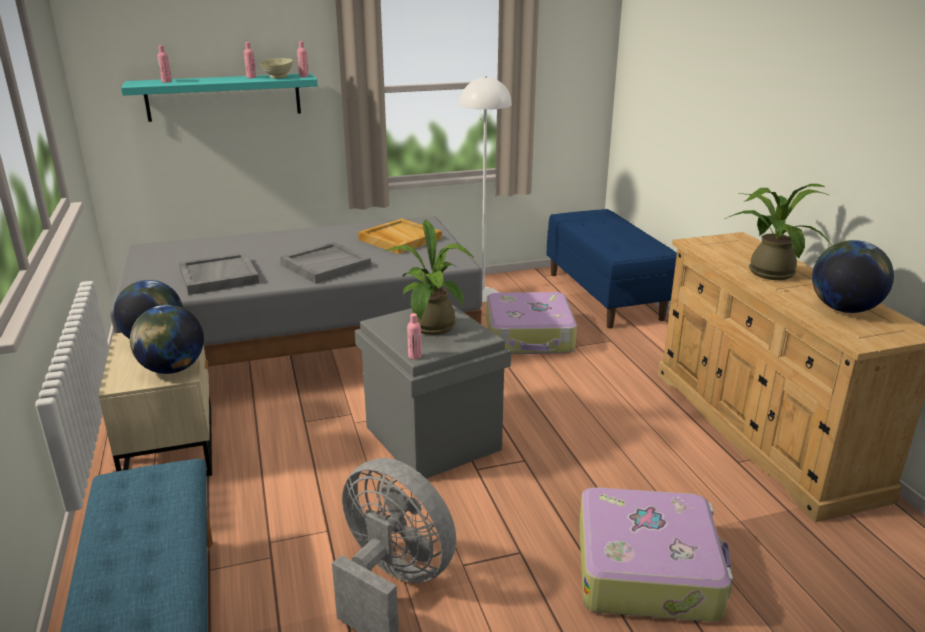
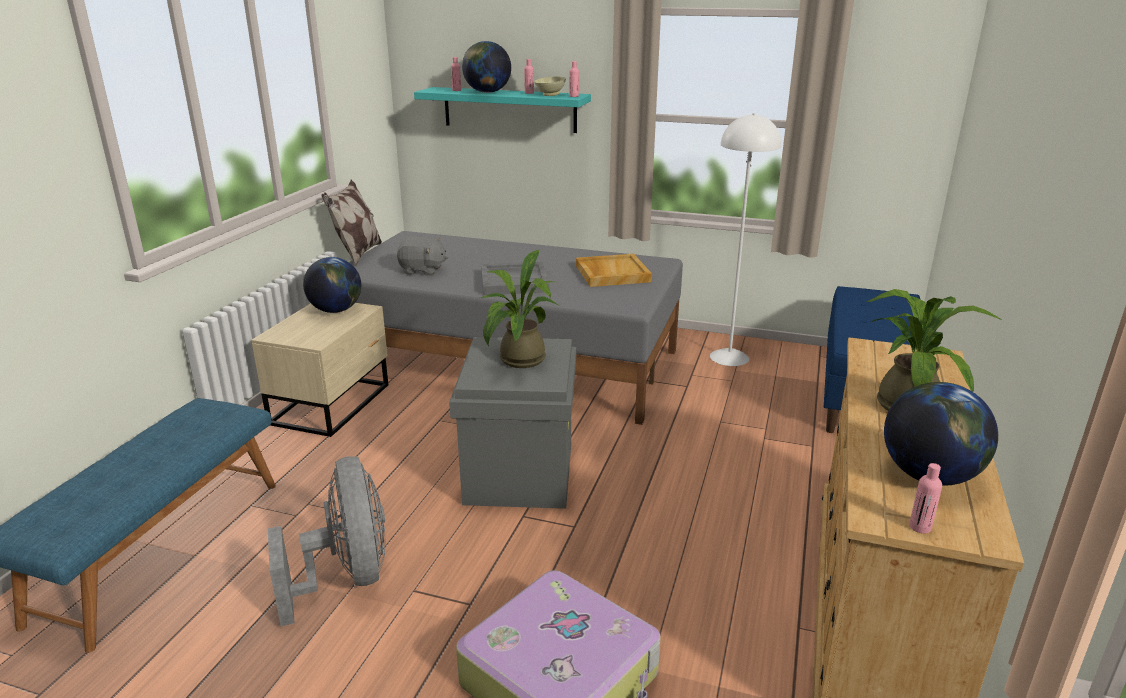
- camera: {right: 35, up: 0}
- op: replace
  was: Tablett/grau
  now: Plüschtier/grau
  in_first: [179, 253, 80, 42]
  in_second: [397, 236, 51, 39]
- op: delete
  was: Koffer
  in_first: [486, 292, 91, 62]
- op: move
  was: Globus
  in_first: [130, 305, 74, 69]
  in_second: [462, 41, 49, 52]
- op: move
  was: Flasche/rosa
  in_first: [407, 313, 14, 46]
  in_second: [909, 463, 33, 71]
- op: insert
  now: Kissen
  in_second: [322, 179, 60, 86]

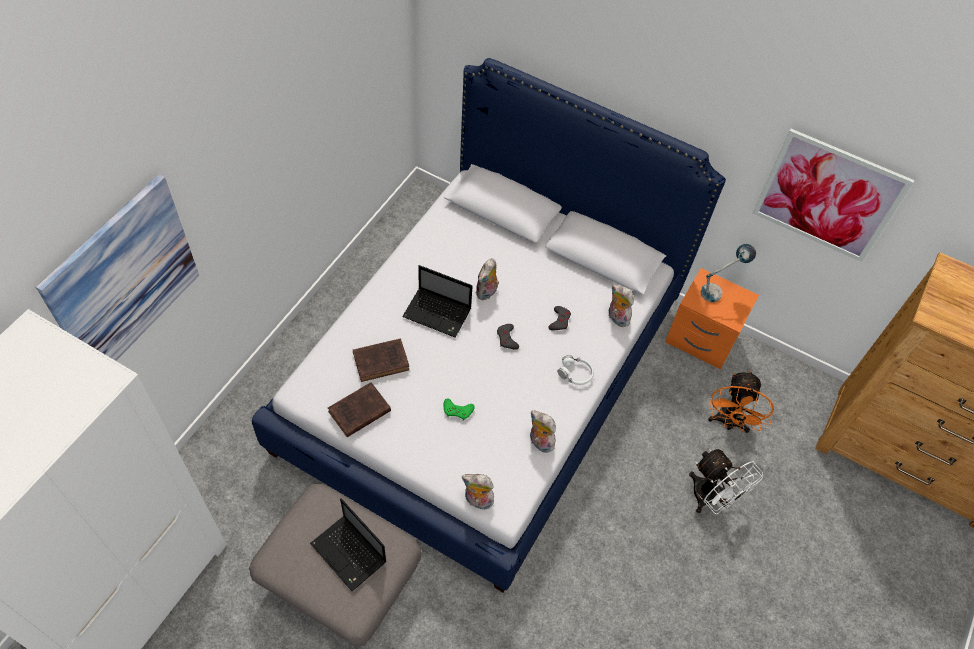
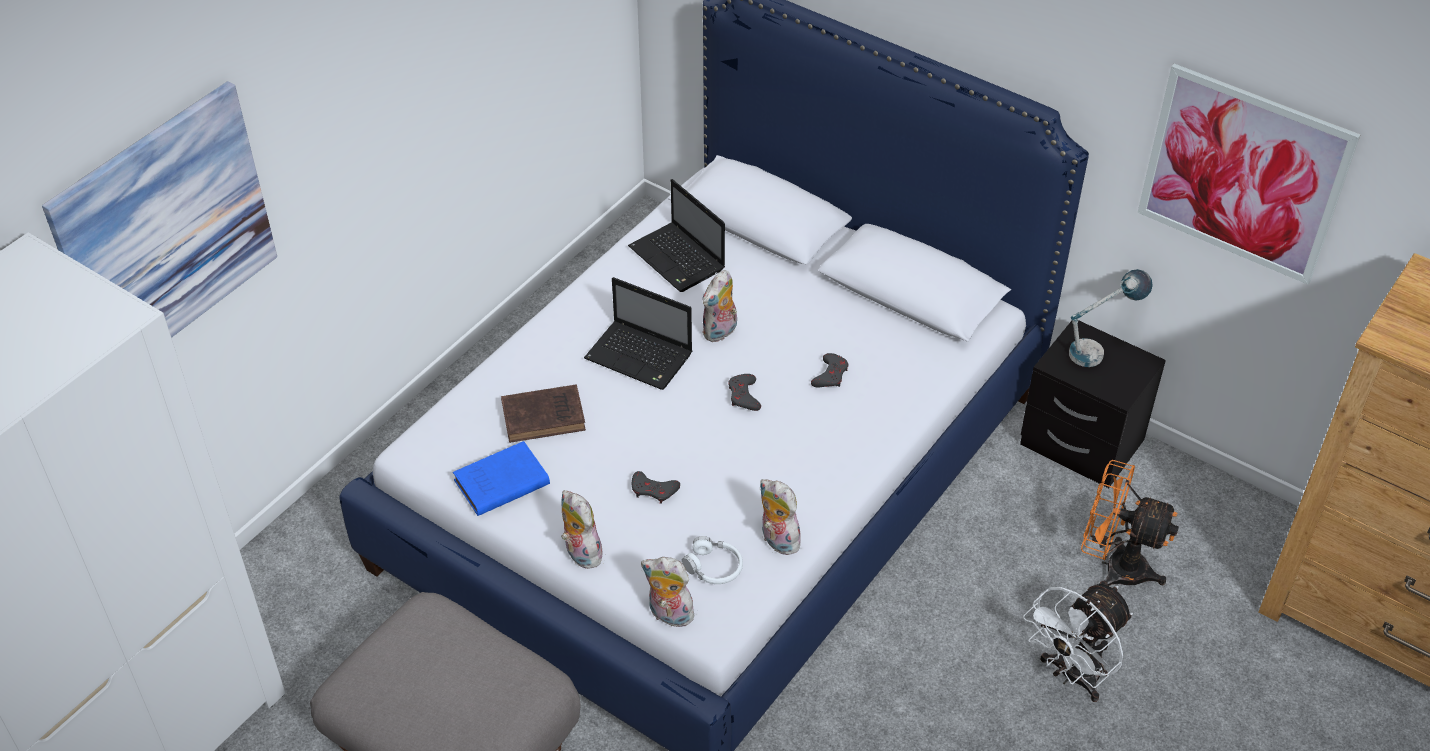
- camera: {right: 10, up: -10}
- op: recolor
  was: Nachttisch/orange
  now: Nachttisch/schwarz
  in_first: [665, 268, 94, 102]
  in_second: [1020, 320, 146, 168]
- op: move
  was: Plüschtier
  in_first: [609, 284, 25, 43]
  in_second: [561, 490, 44, 79]
- op: move
  was: Kopfhörer/weiß
  in_first: [558, 355, 36, 30]
  in_second: [682, 536, 61, 48]
- op: rotate
  was: Ventilator/orange
  in_first: [708, 371, 66, 62]
  in_second: [1081, 460, 98, 126]
  clockwise: 90
- op: recolor
  was: Buch/braun
  now: Buch/blau
  in_first: [328, 382, 63, 55]
  in_second: [453, 441, 97, 75]
- op: recolor
  was: Gamepad/grün
  now: Gamepad/grau
  in_first: [444, 398, 31, 23]
  in_second: [632, 471, 48, 33]
- op: rotate
  was: Ventilator/weiß
  in_first: [689, 449, 74, 65]
  in_second: [1023, 584, 110, 118]
  clockwise: 75
- op: move
  was: Laptop
  in_first: [310, 499, 76, 92]
  in_second: [628, 179, 97, 113]

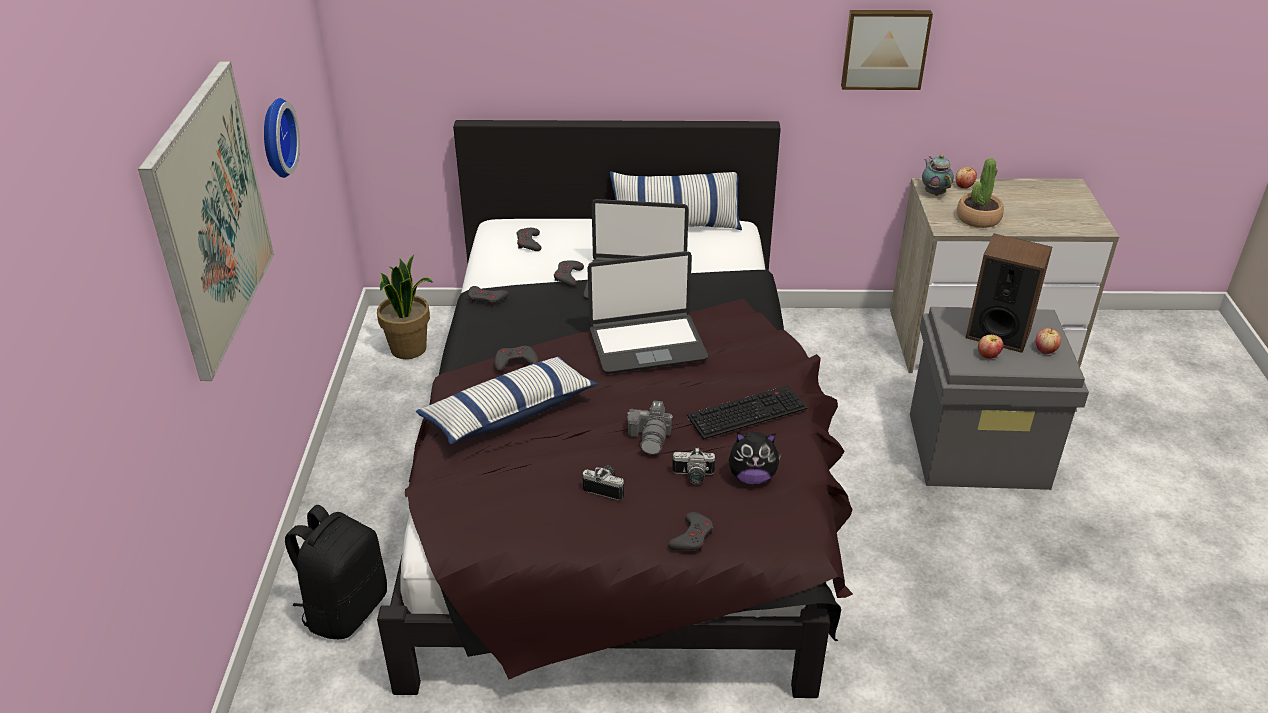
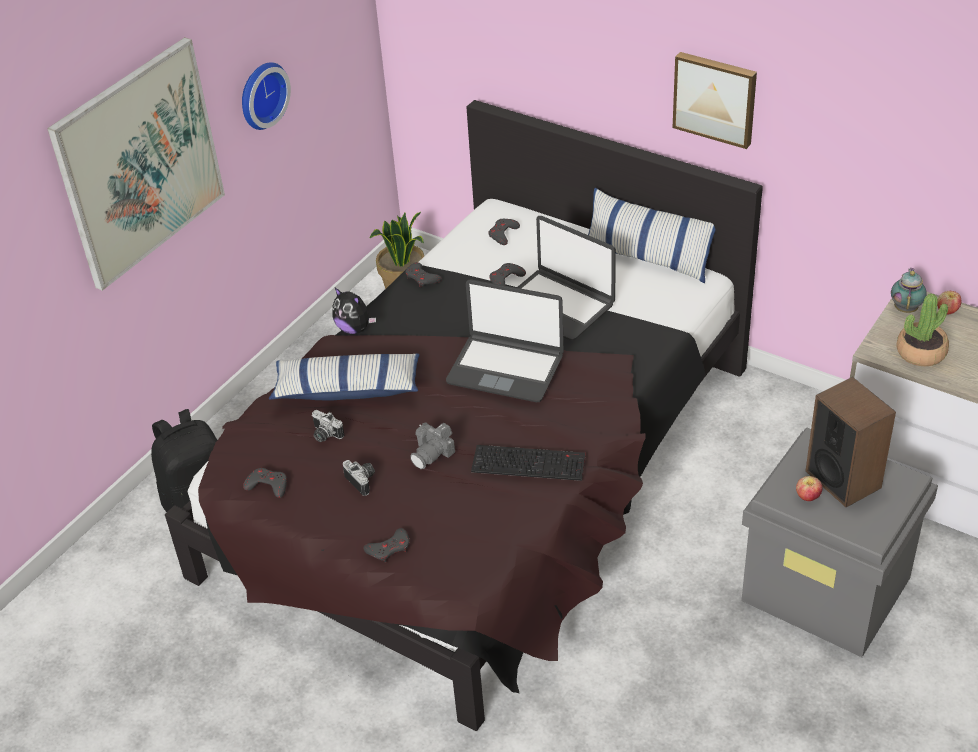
- camera: {right: 35, up: 5}
- op: move
  was: Bild
  in_first: [841, 10, 92, 80]
  in_second: [672, 52, 85, 97]
- op: delete
  was: Apfel
  in_first: [1036, 328, 25, 26]
- op: move
  was: Gamepad/grau
  in_first: [494, 346, 45, 25]
  in_second: [243, 468, 44, 30]
- op: move
  was: Plüschtier
  in_first: [729, 432, 53, 52]
  in_second: [332, 288, 44, 46]
- op: move
  was: Kamera
  in_first: [672, 448, 43, 37]
  in_second: [311, 410, 33, 32]

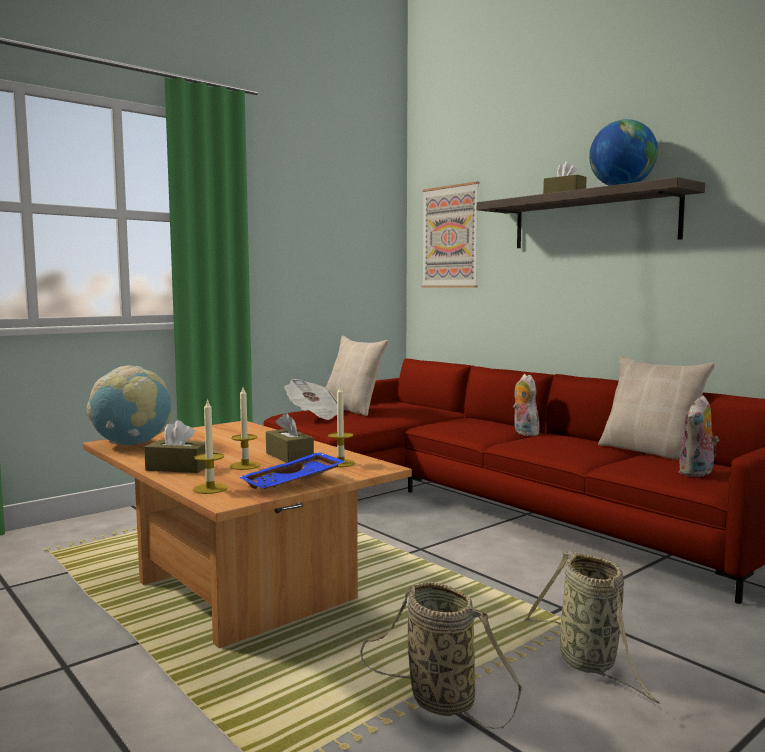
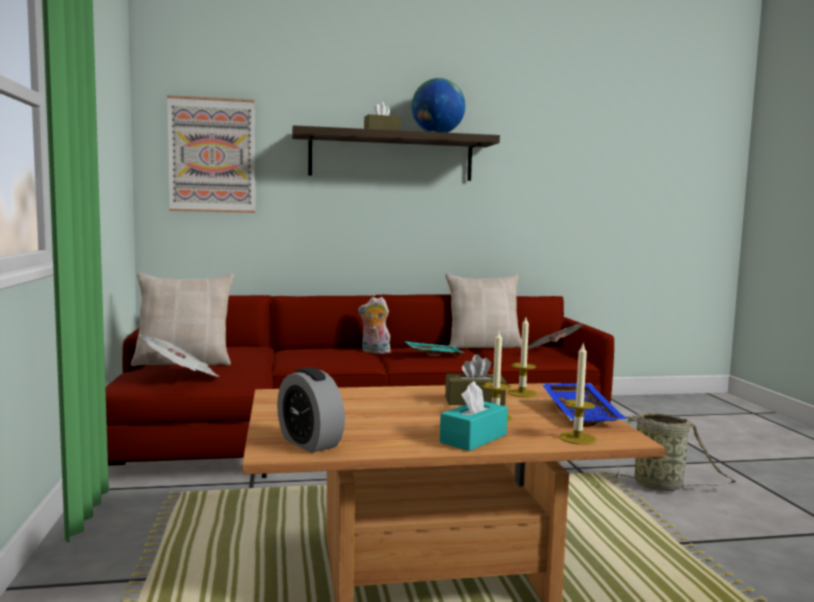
- camera: {right: -60, up: 0}
- op: replace
  was: Globus
  now: Wecker
  in_first: [87, 366, 84, 79]
  in_second: [277, 367, 68, 86]
- op: replace
  was: Plüschtier
  now: Zeitung
  in_first: [678, 396, 41, 81]
  in_second: [528, 323, 55, 26]
- op: recolor
  was: Taschentuchbox/braun
  now: Taschentuchbox/türkis
  in_first: [144, 420, 62, 53]
  in_second: [440, 381, 68, 70]
- op: delete
  was: Korb
  in_first: [360, 581, 163, 148]
- op: insert
  now: Tablett/türkis
  in_second: [404, 341, 60, 15]

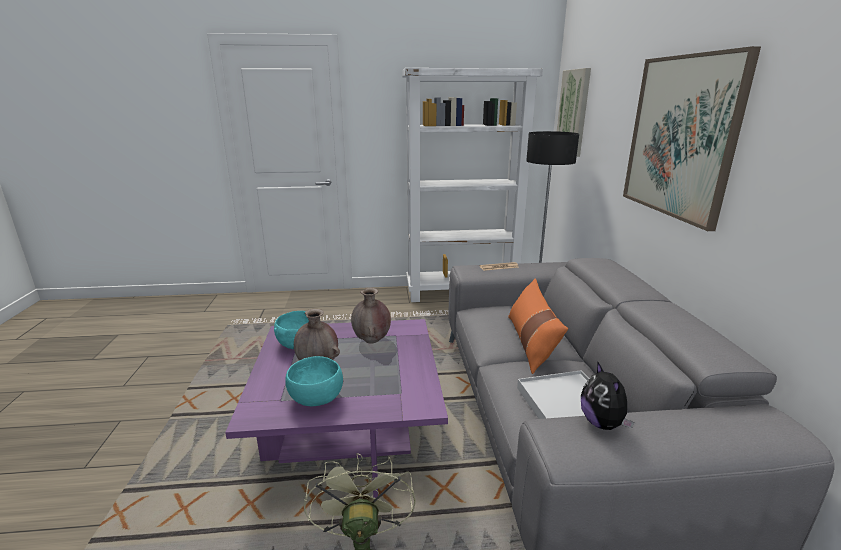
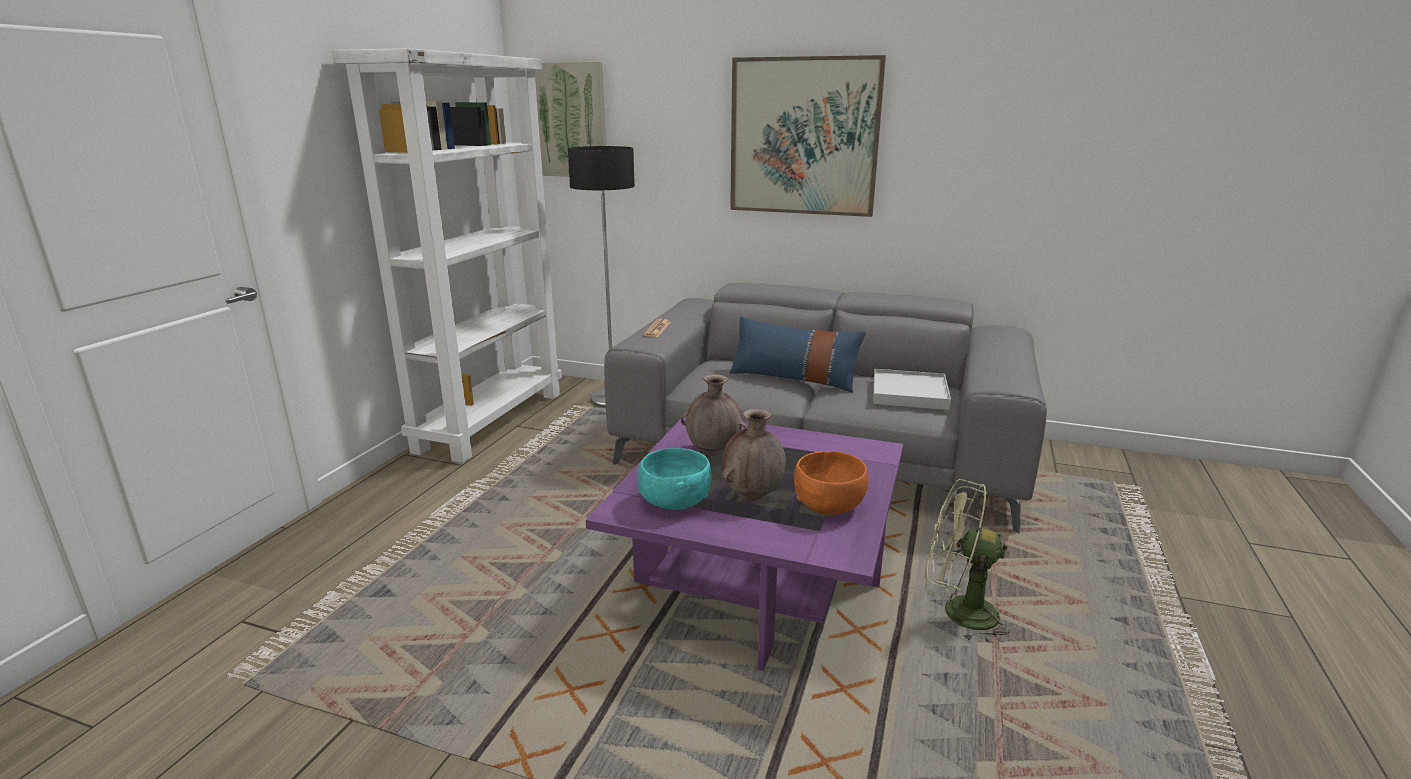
- camera: {right: -65, up: 0}
- op: recolor
  was: Kissen/orange
  now: Kissen/blau
  in_first: [508, 279, 60, 95]
  in_second: [730, 316, 136, 77]
- op: recolor
  was: Schüssel/türkis
  now: Schüssel/orange
  in_first: [285, 356, 58, 50]
  in_second: [794, 451, 74, 64]
- op: delete
  was: Plüschtier
  in_first: [581, 361, 53, 69]

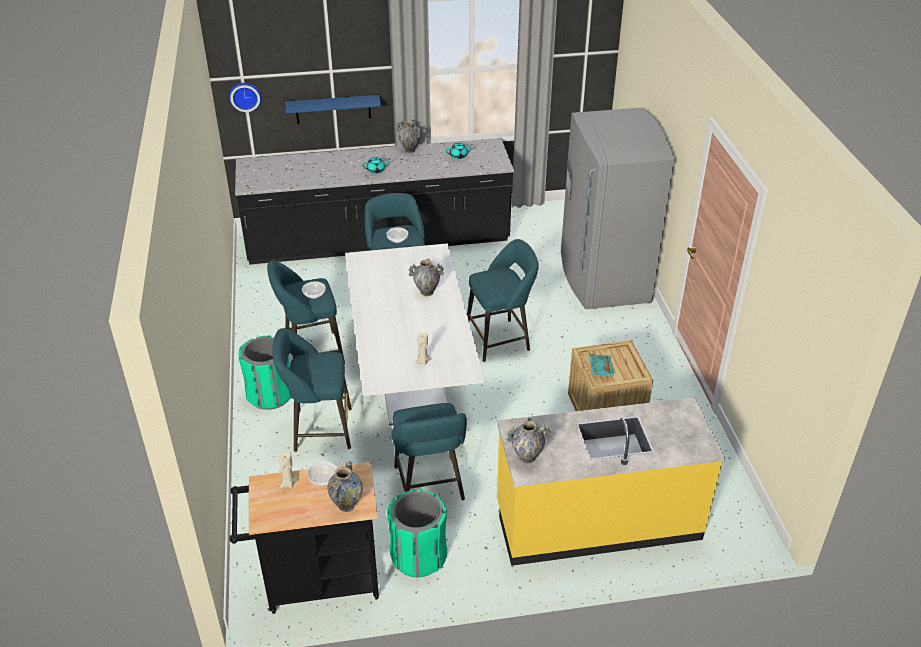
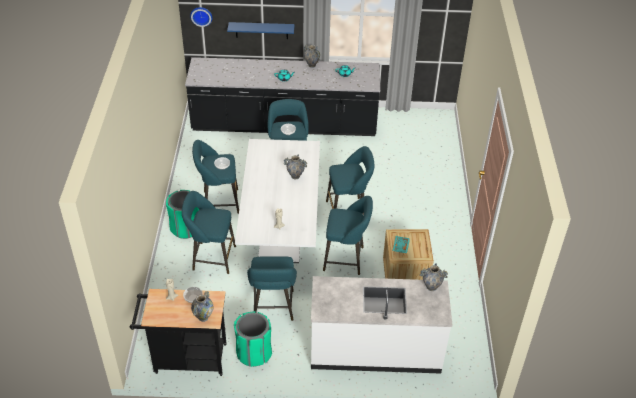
- camera: {right: 10, up: 5}
- op: delete
  was: Kühlschrank/grau
  in_first: [561, 108, 114, 201]
- op: recolor
  was: Küchenzeile/gelb
  now: Küchenzeile/weiß
  in_first: [497, 398, 228, 168]
  in_second: [311, 276, 141, 98]
- op: move
  was: Vase
  in_first: [507, 418, 44, 46]
  in_second: [420, 263, 28, 28]
- op: insert
  now: Hocker/türkis
  in_second: [323, 196, 50, 79]

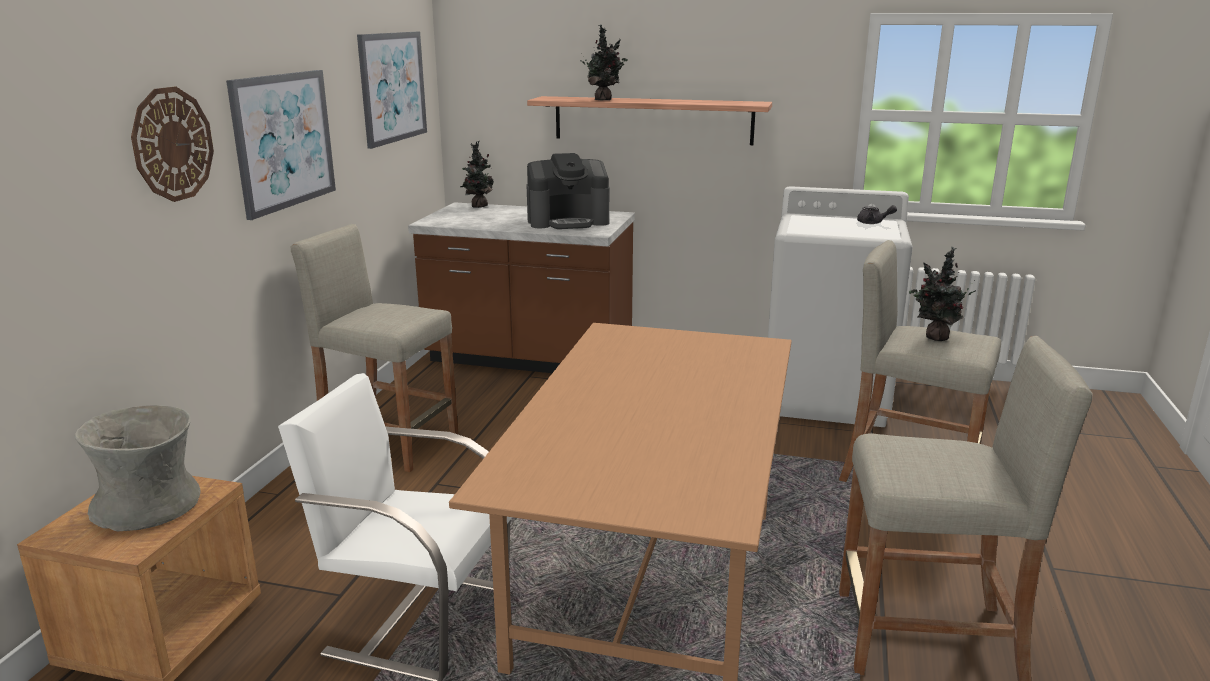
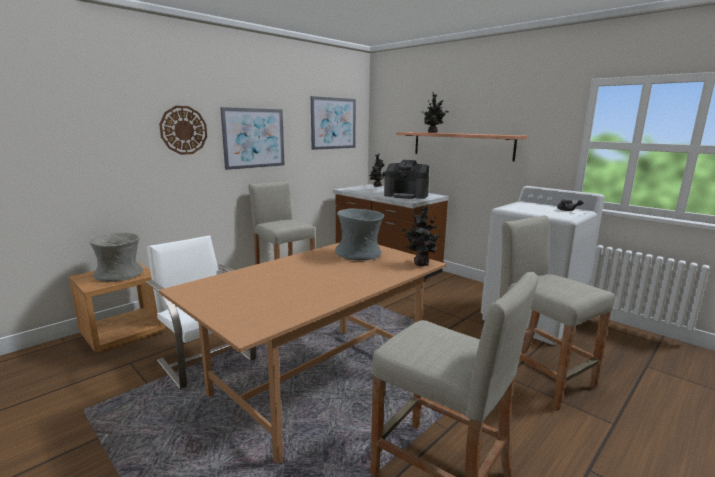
- camera: {right: 30, up: -5}
- op: move
  was: Topfpflanze
  in_first: [909, 247, 67, 94]
  in_second: [400, 204, 43, 62]
- op: insert
  now: Vase/grau
  in_second: [335, 209, 49, 52]

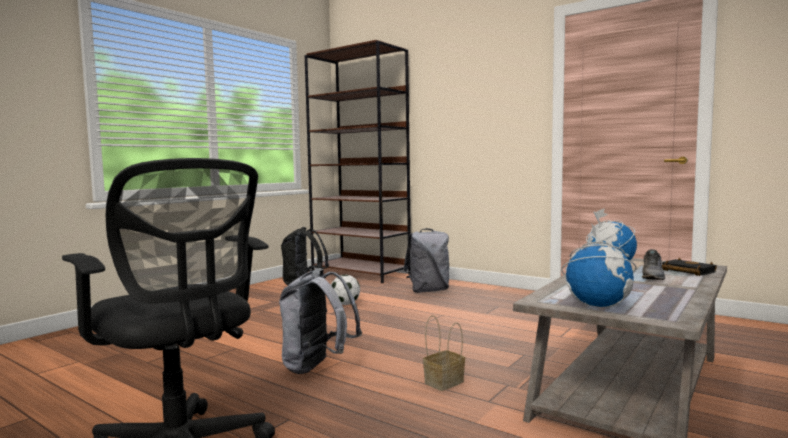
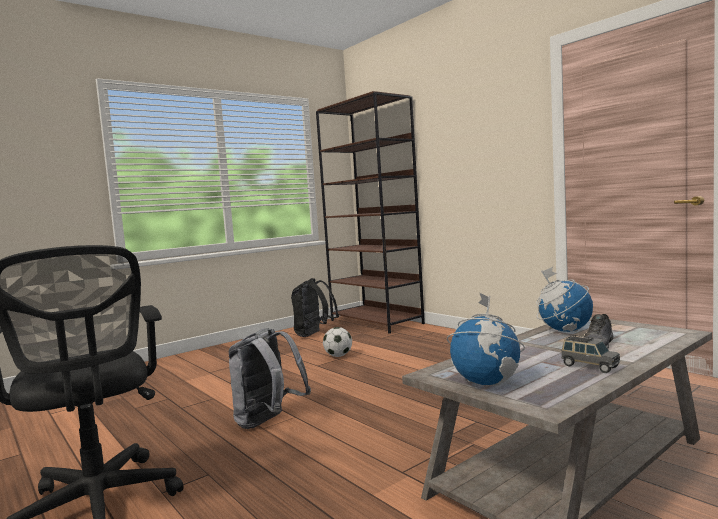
- camera: {right: 15, up: 0}
- op: delete
  was: Rucksack/grau
  in_first: [403, 228, 46, 65]
- op: delete
  was: Buch/schwarz
  in_first: [662, 258, 55, 18]
- op: delete
  was: Korb
  in_first: [423, 315, 42, 76]
- op: insert
  now: Spielzeugauto/grau
  in_second: [562, 335, 58, 38]

